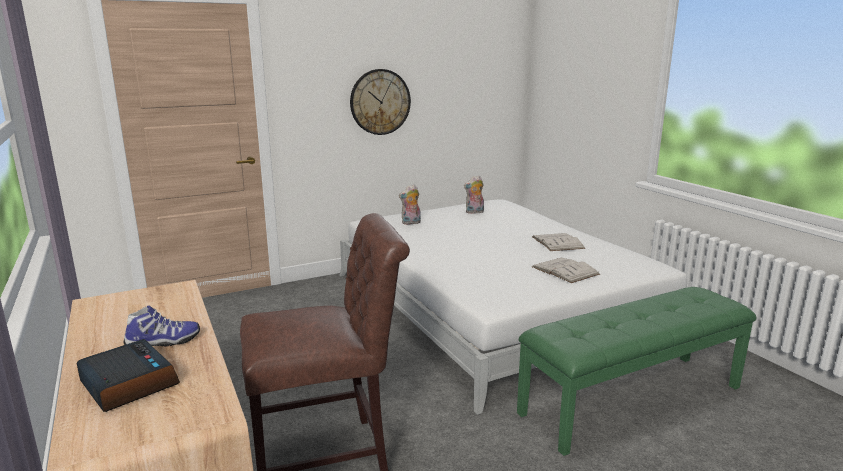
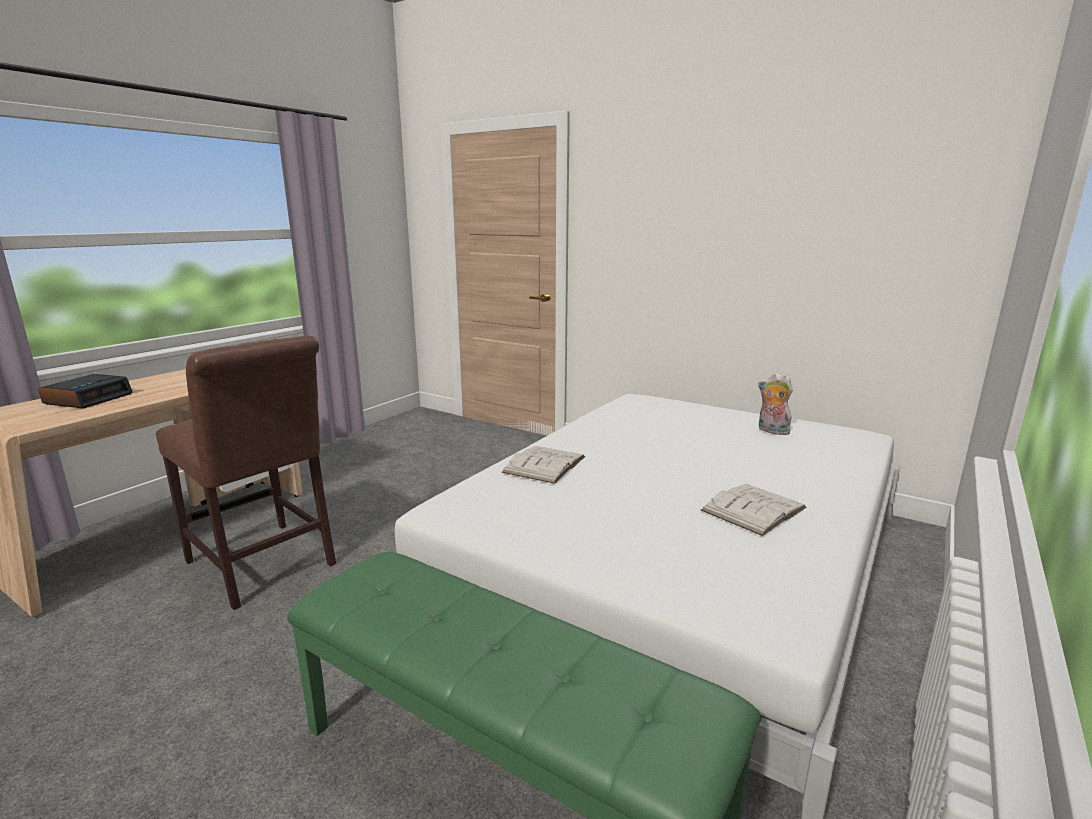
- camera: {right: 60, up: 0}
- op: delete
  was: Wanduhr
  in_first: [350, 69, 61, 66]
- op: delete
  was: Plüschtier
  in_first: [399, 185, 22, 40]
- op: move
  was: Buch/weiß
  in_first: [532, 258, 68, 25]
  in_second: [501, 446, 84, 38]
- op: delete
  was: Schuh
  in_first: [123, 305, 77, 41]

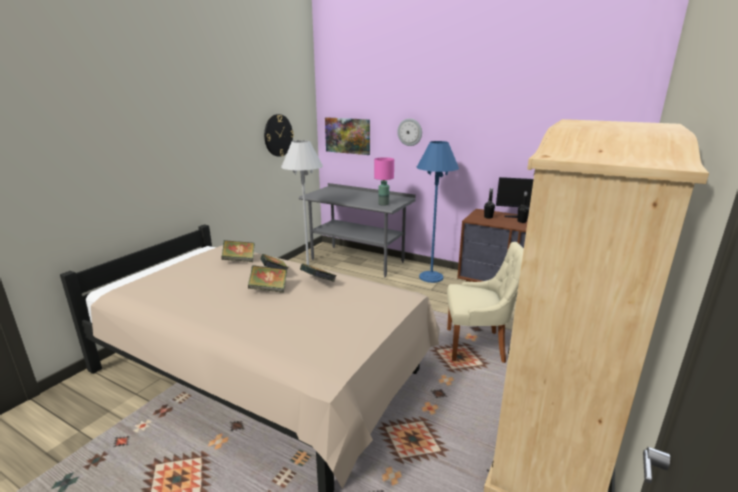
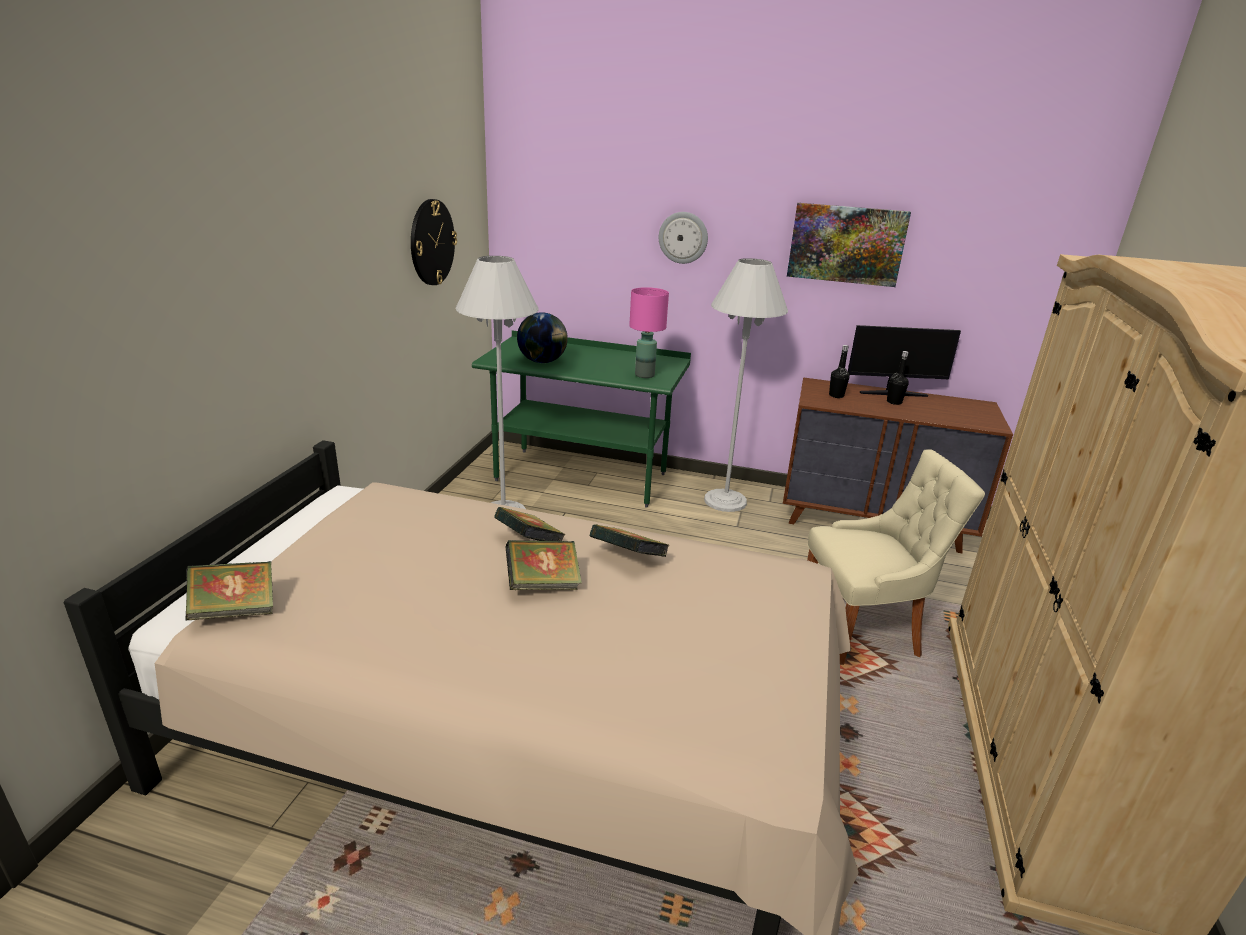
- camera: {right: -15, up: 5}
- op: move
  was: Bild
  in_first: [325, 117, 45, 38]
  in_second: [787, 203, 124, 84]
- op: recolor
  was: Stehlampe/blau
  now: Stehlampe/weiß
  in_first: [417, 141, 42, 142]
  in_second: [704, 258, 84, 254]
- op: recolor
  was: Schreibtisch/grau
  now: Schreibtisch/grün
  in_first: [299, 183, 117, 94]
  in_second: [472, 330, 219, 178]
- op: move
  was: Buch
  in_first: [221, 240, 33, 22]
  in_second: [185, 561, 88, 59]
- op: insert
  now: Globus
  in_second: [517, 312, 51, 51]

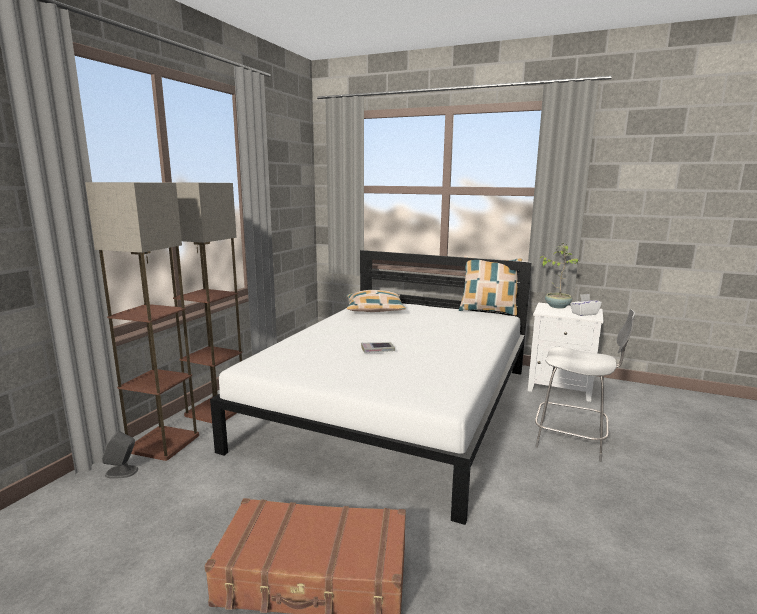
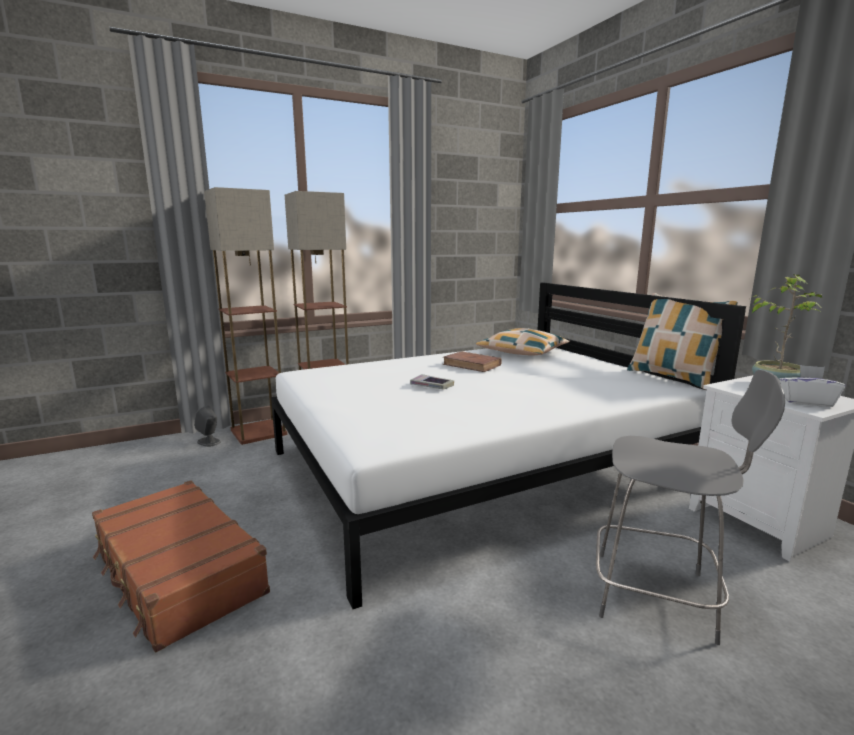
- camera: {right: 40, up: 0}
- op: rotate
  was: Stuhl/grau
  in_first: [535, 309, 100, 153]
  in_second: [596, 370, 189, 275]
  clockwise: -45
- op: insert
  now: Buch/braun
  in_second: [443, 351, 59, 21]

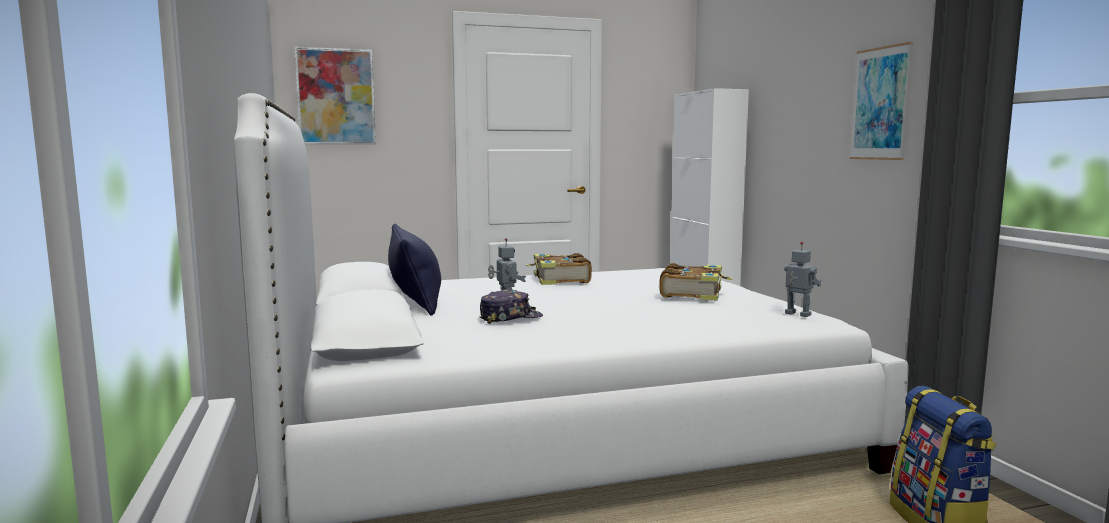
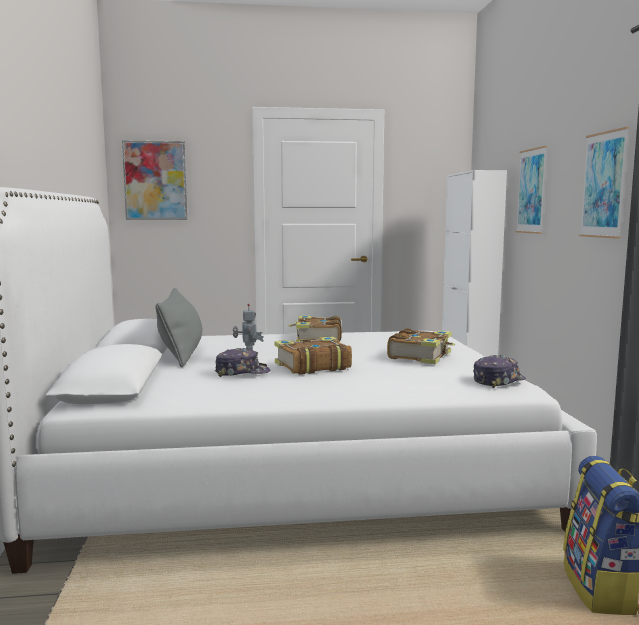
- camera: {right: 10, up: 0}
- op: recolor
  was: Kissen/blau
  now: Kissen/grau
  in_first: [388, 224, 53, 92]
  in_second: [155, 288, 47, 79]
- op: replace
  was: Spielzeugroboter
  now: Kappe
  in_first: [784, 242, 37, 75]
  in_second: [473, 355, 53, 33]
- op: insert
  now: Bild
  in_second: [515, 146, 32, 88]
- op: insert
  now: Buch
  in_second: [274, 336, 78, 39]

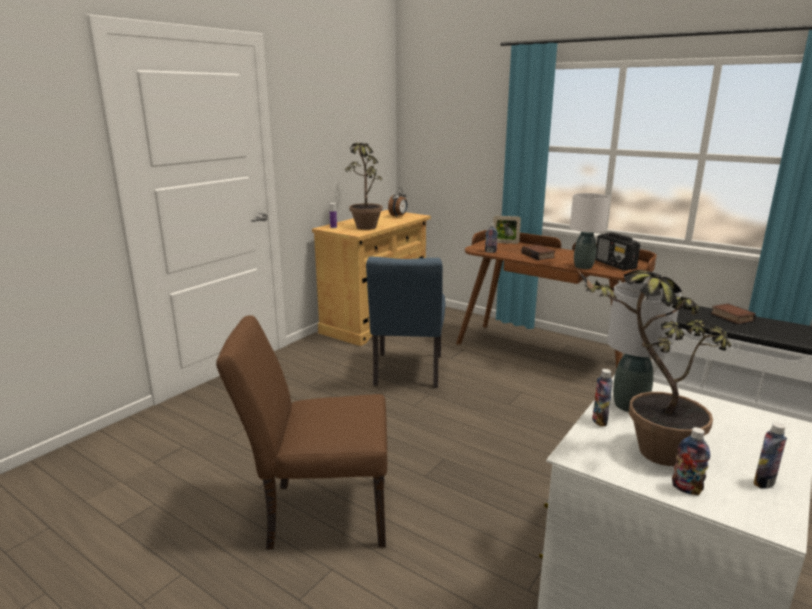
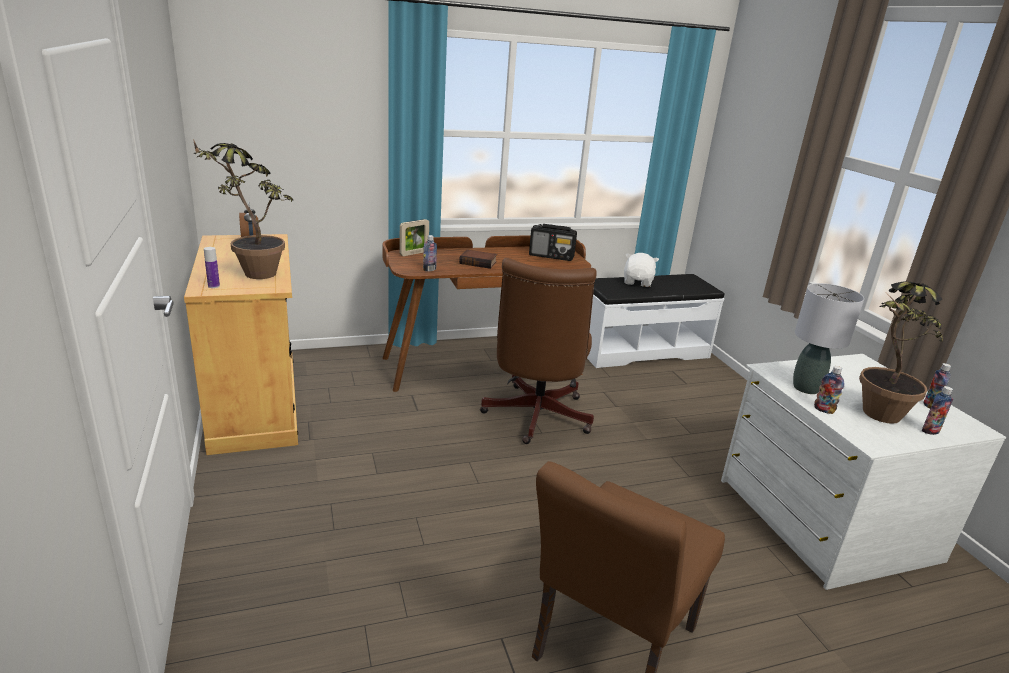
- camera: {right: -55, up: 5}
- op: delete
  was: Tischlampe/weiß
  in_first: [570, 193, 40, 76]
- op: delete
  was: Stuhl/blau
  in_first: [366, 257, 80, 131]
- op: replace
  was: Buch
  now: Plüschtier/weiß
  in_first: [711, 303, 45, 21]
  in_second: [624, 253, 35, 34]
- op: insert
  now: Bürostuhl/braun
  in_second: [480, 258, 117, 186]

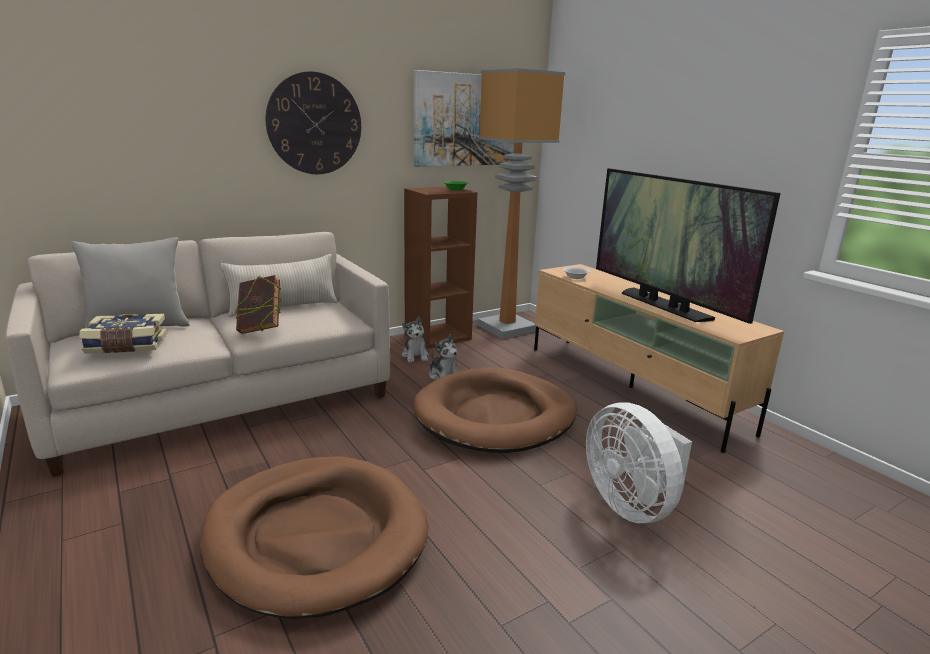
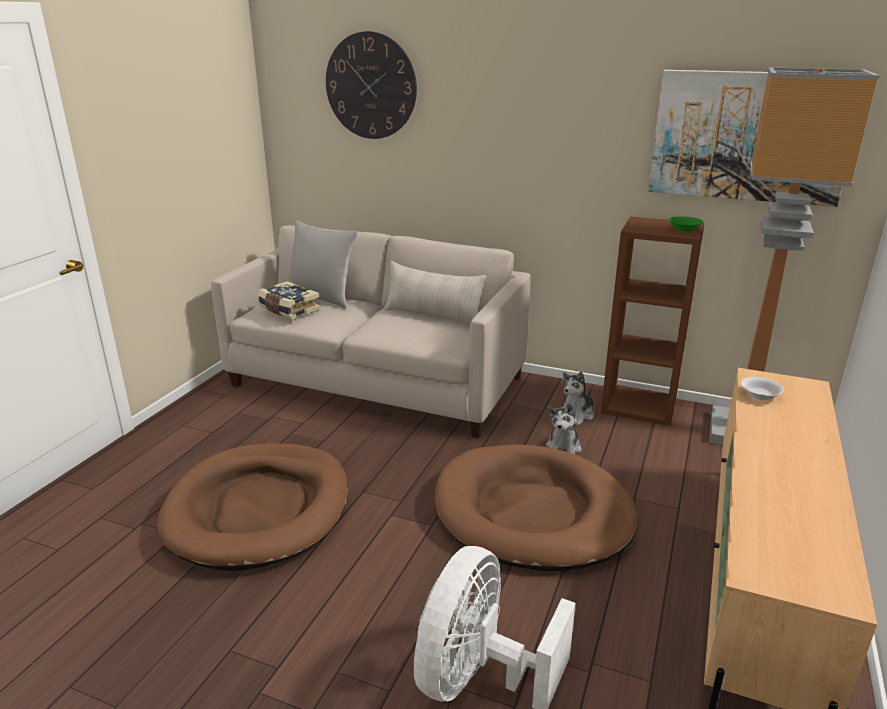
- camera: {right: 55, up: 5}
- op: move
  was: Wanduhr
  in_first: [266, 71, 95, 103]
  in_second: [326, 31, 91, 108]
- op: delete
  was: Fernseher
  in_first: [596, 168, 185, 156]
- op: delete
  was: Buch
  in_first: [235, 275, 46, 59]

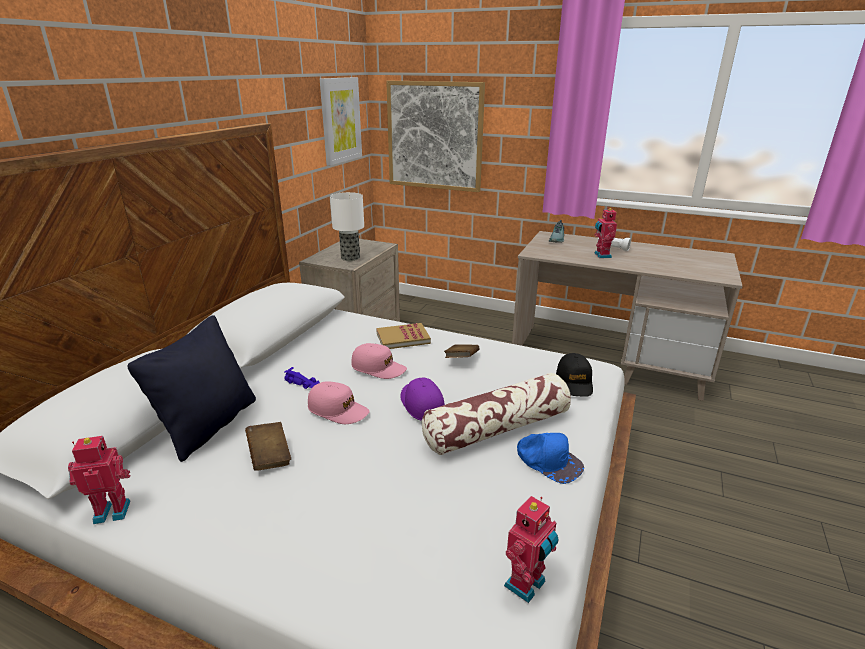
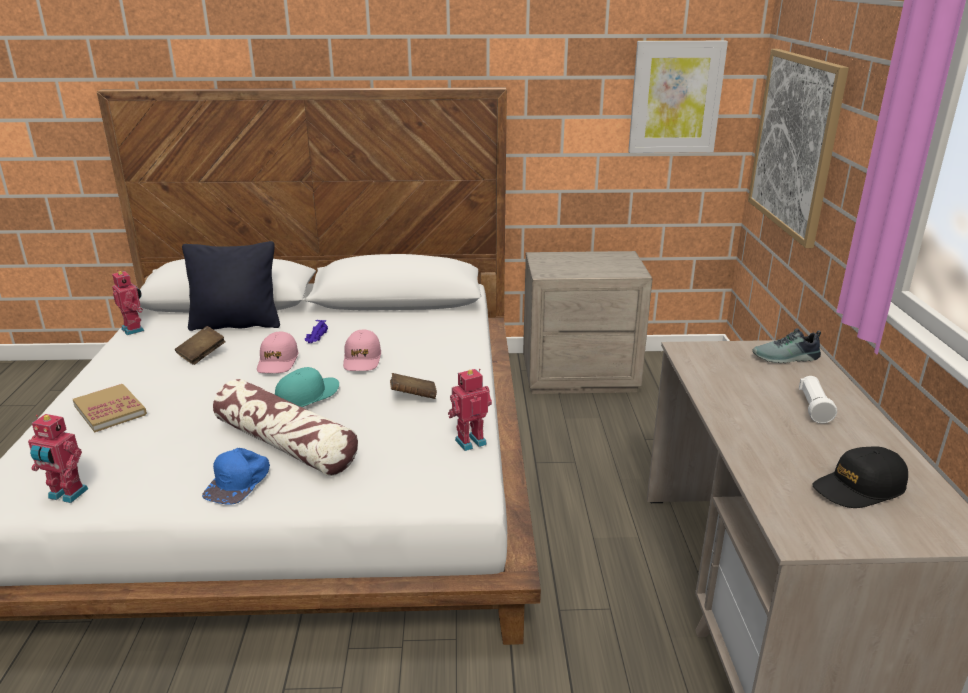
- camera: {right: 65, up: 0}
- op: delete
  was: Tischlampe
  in_first: [330, 192, 34, 69]
- op: move
  was: Spielzeugroboter
  in_first: [594, 208, 23, 50]
  in_second: [448, 369, 44, 82]
- op: move
  was: Buch
  in_first: [376, 323, 55, 26]
  in_second: [73, 384, 74, 48]
- op: move
  was: Kappe/schwarz
  in_first: [556, 353, 37, 44]
  in_second: [813, 446, 95, 62]
- op: recolor
  was: Kappe/lila
  now: Kappe/türkis
  in_first: [400, 378, 45, 43]
  in_second: [275, 367, 64, 40]

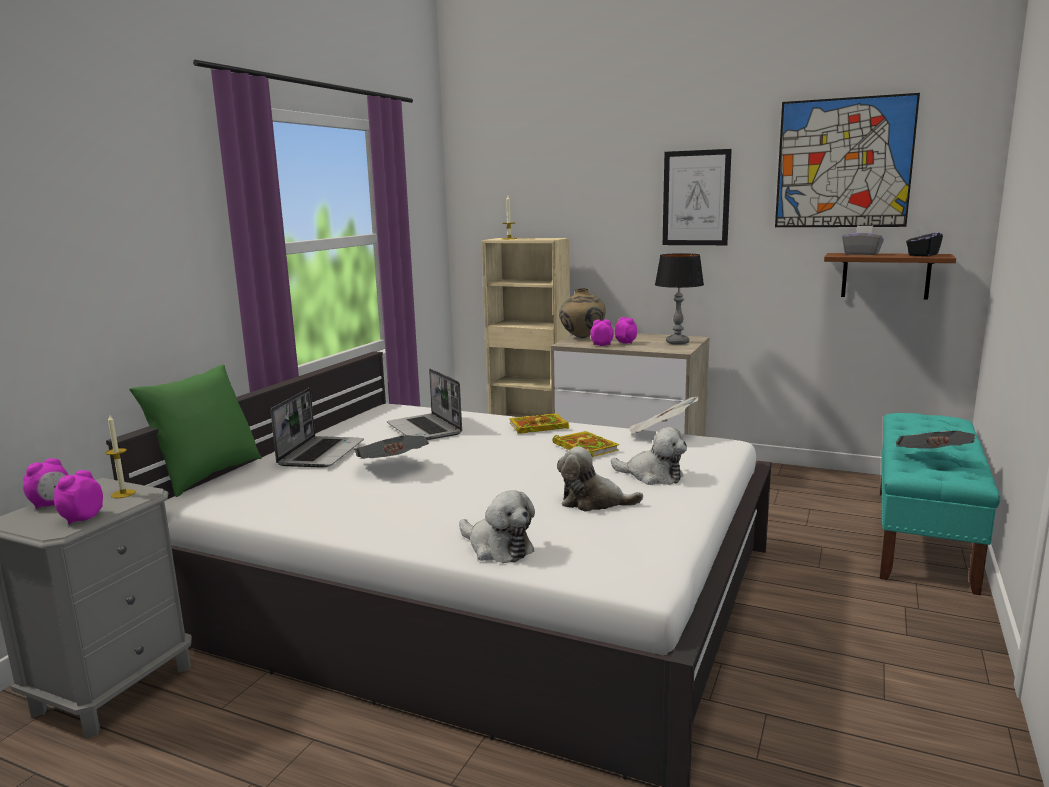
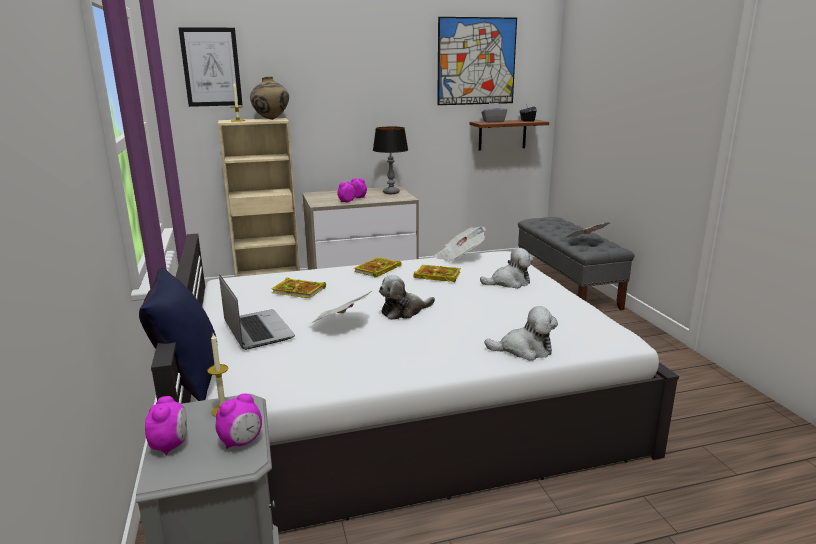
- camera: {right: -40, up: 5}
- op: move
  was: Bild
  in_first: [663, 149, 69, 96]
  in_second: [178, 27, 64, 80]
- op: move
  was: Vase/beige
  in_first: [559, 288, 47, 50]
  in_second: [250, 77, 39, 43]
- op: recolor
  was: Kissen/grün
  now: Kissen/blau
  in_first: [129, 365, 133, 132]
  in_second: [139, 267, 78, 134]
- op: replace
  was: Laptop
  now: Buch
  in_first: [387, 368, 75, 72]
  in_second: [271, 278, 55, 20]
- op: recolor
  was: Bank/türkis
  now: Bank/grau
  in_first: [880, 413, 120, 183]
  in_second: [518, 217, 117, 94]
- op: move
  was: Plüschtier
  in_first: [557, 446, 86, 65]
  in_second: [379, 275, 56, 45]
- op: rotate
  was: Wecker
  in_first: [54, 470, 49, 54]
  in_second: [215, 393, 47, 56]
  clockwise: -120

